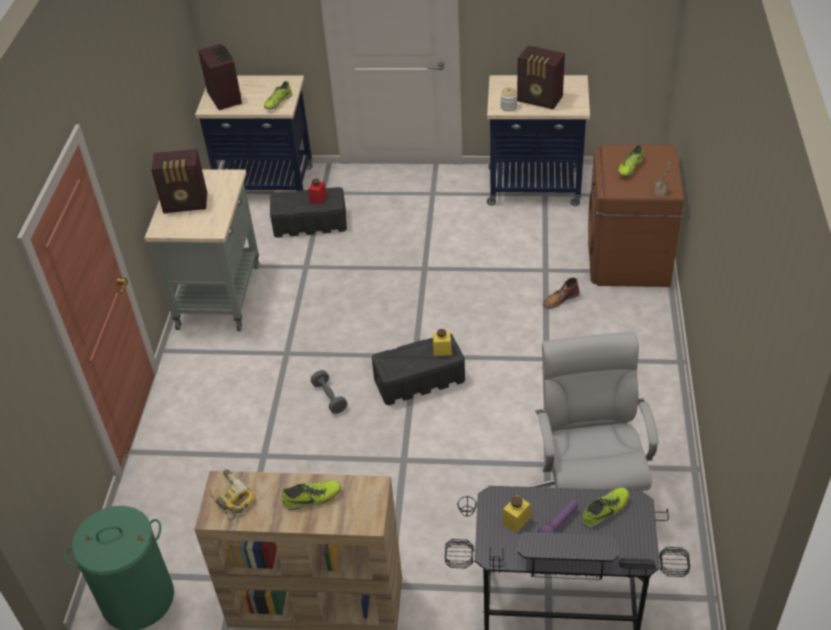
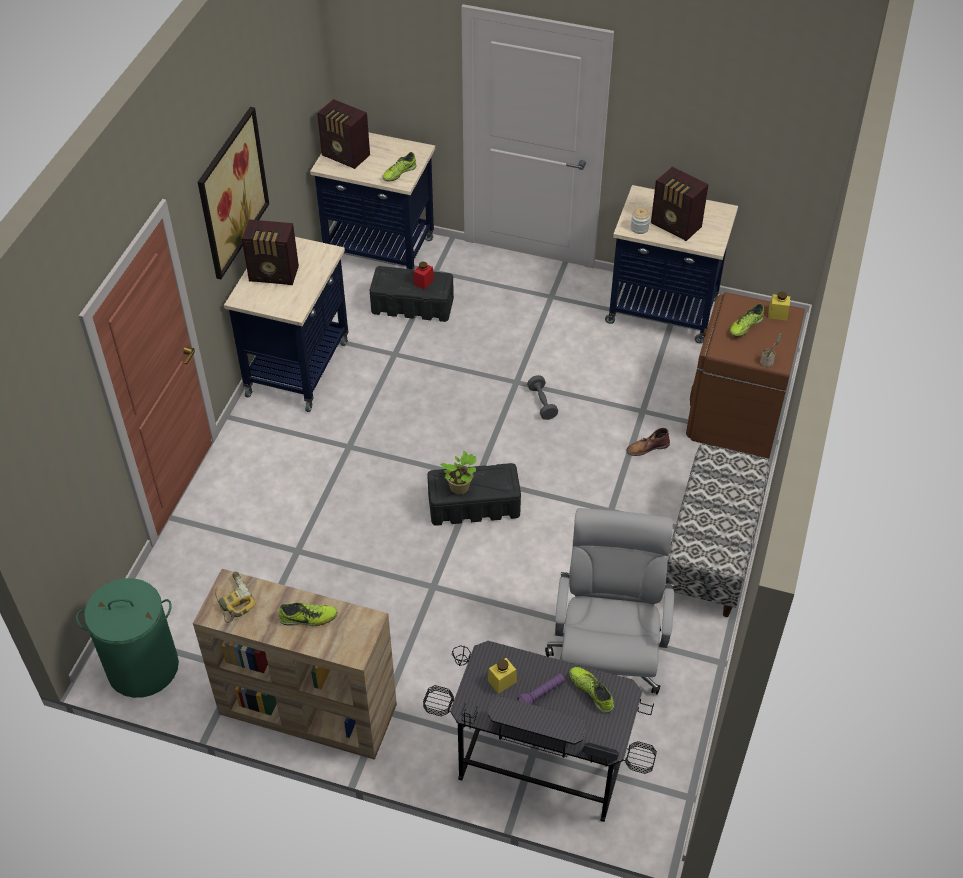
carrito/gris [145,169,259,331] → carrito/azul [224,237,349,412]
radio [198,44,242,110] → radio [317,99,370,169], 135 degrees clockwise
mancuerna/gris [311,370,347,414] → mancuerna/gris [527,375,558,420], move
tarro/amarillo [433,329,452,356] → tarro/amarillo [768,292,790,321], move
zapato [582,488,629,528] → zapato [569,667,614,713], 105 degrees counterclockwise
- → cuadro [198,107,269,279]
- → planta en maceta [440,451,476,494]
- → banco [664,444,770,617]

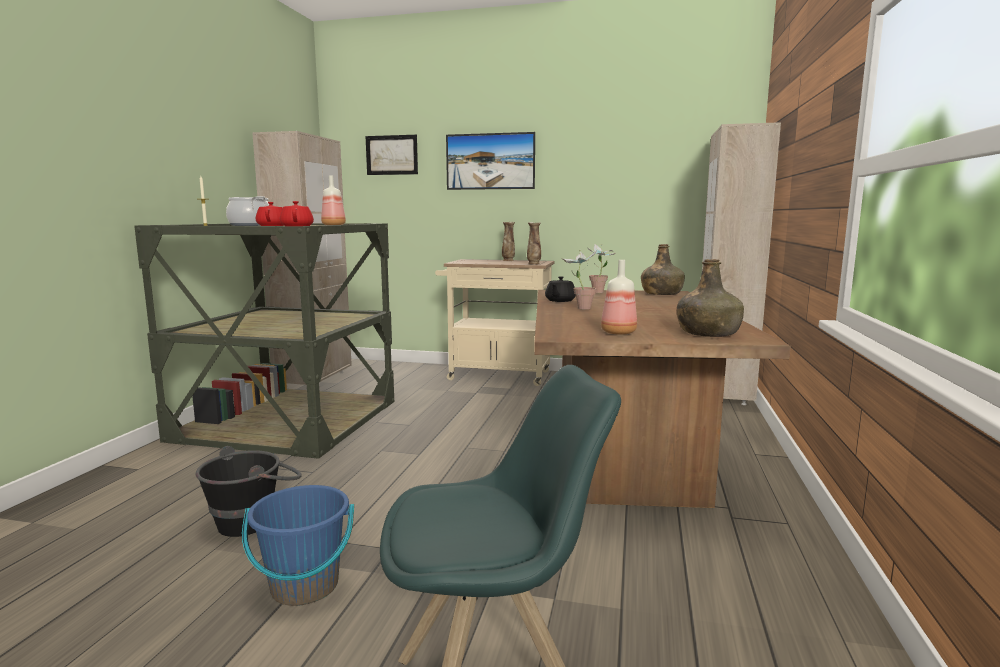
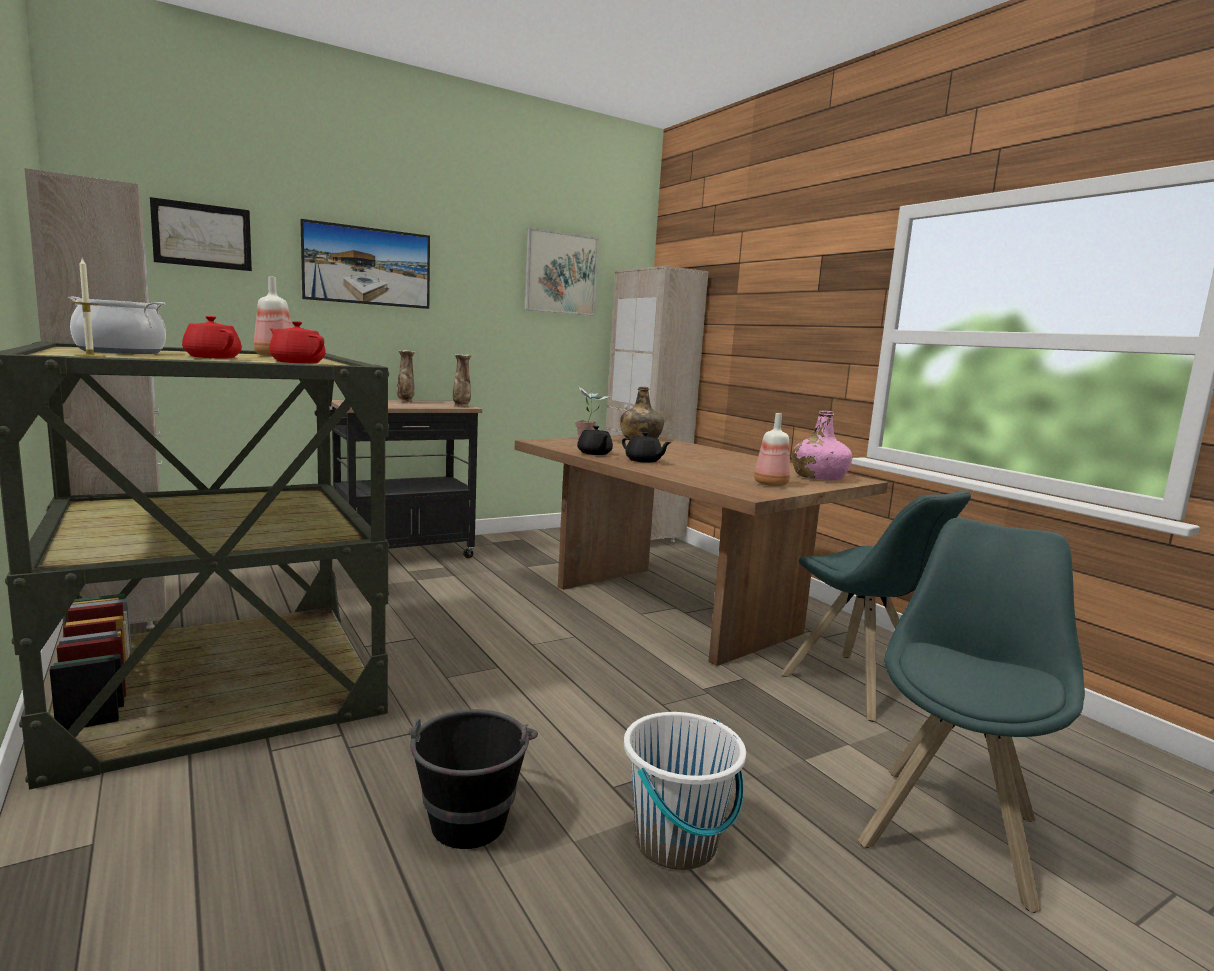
cubo/azul [242,485,354,606] → cubo/blanco [624,712,746,870]
carrito/beis [435,259,555,386] → carrito/negro [314,400,482,558]
planta en maceta [561,250,596,309] → tetera/negro [622,432,672,463]
botella/verde [677,259,744,337] → botella/rosa [792,411,852,480]
- → cuadro [525,228,598,315]
- → silla/turquesa [782,490,971,722]

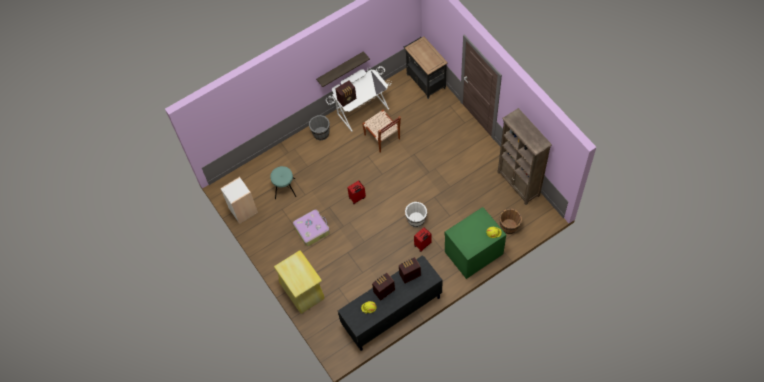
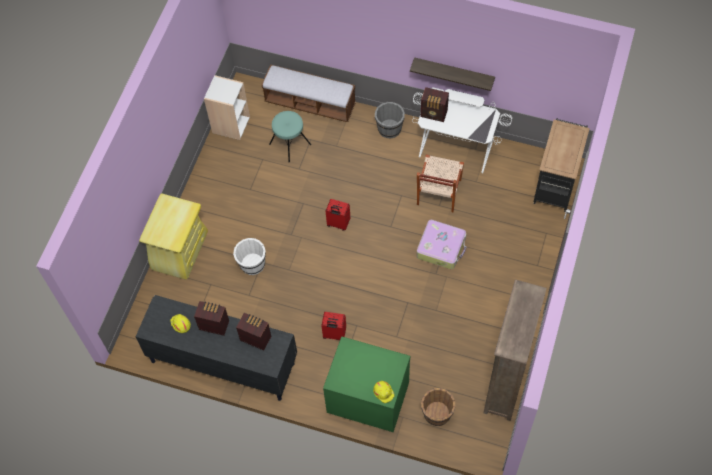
maleta [293,210,330,246] → maleta [417,220,467,269], move
cubo/blanco [405,202,427,227] → cubo/blanco [233,238,266,275], move
- → banco [262,64,356,122]

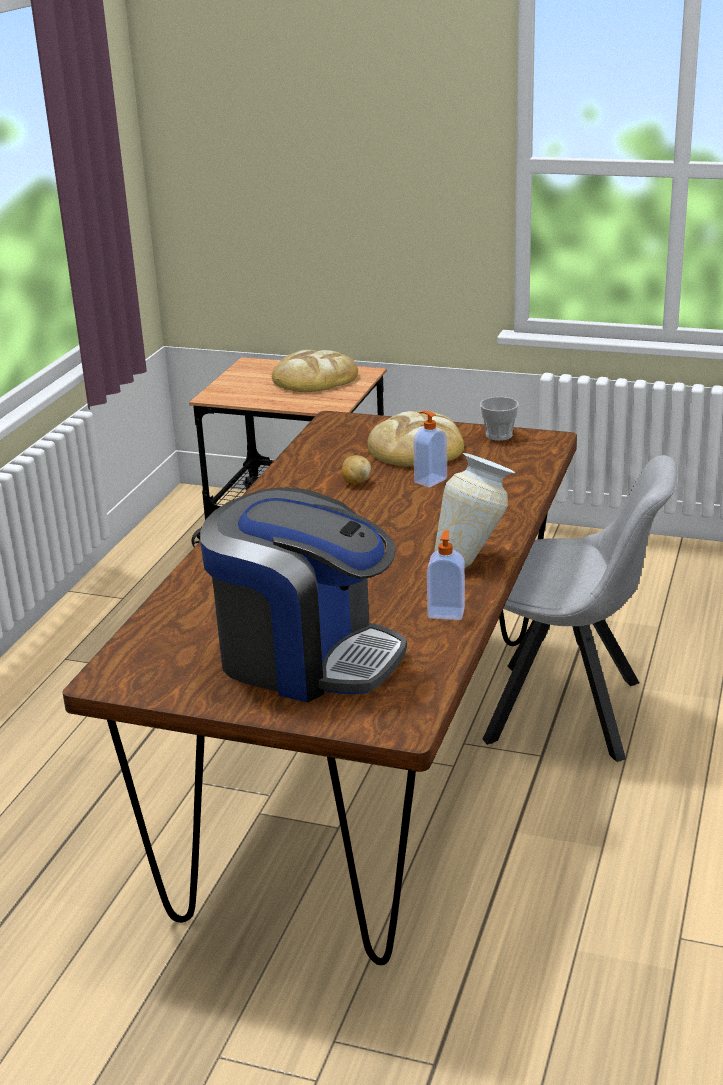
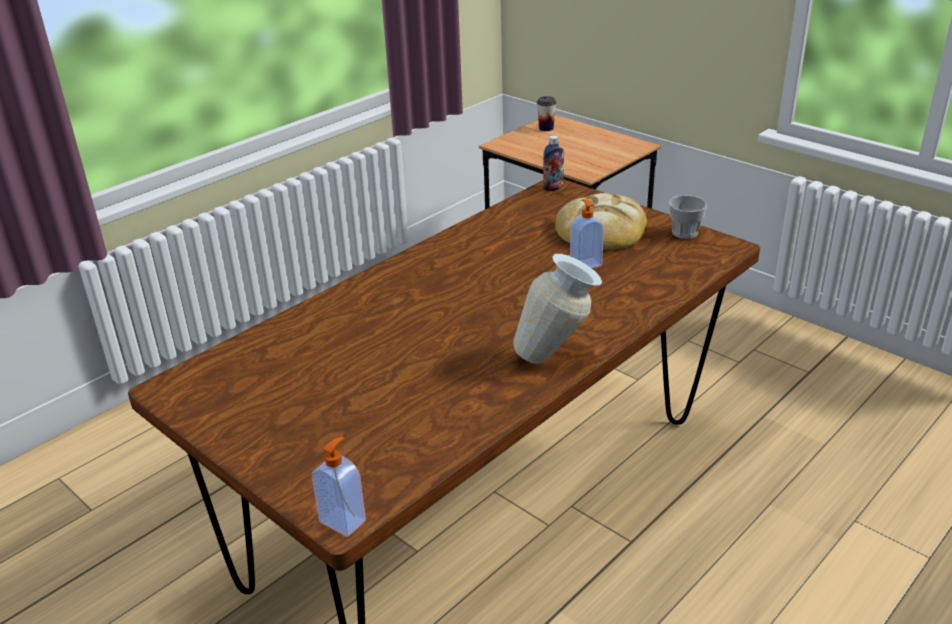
cafetera [200,487,407,703] → -
pan [272,350,358,392] → -
patata [342,455,371,484] → -
dispensador de jabón [427,530,465,620] → dispensador de jabón [312,437,366,537], move
silla/gris [483,455,677,762] → -
- → taza [537,96,556,131]
- → botella [543,136,564,191]

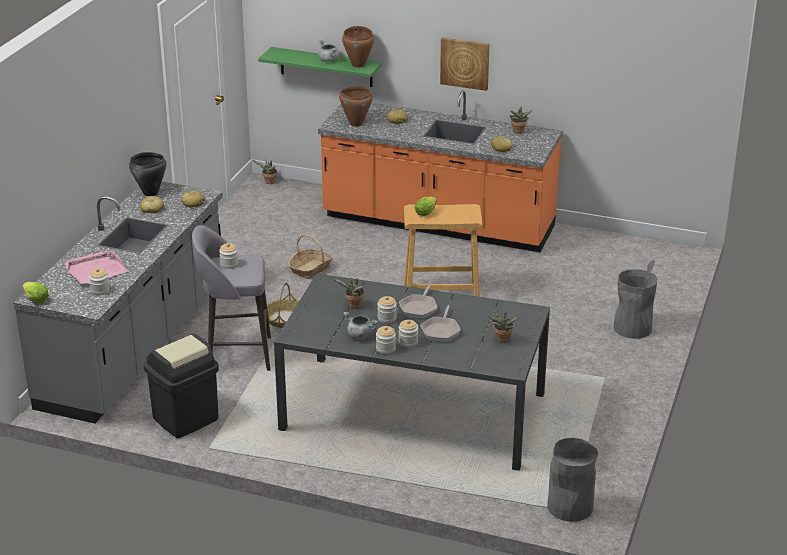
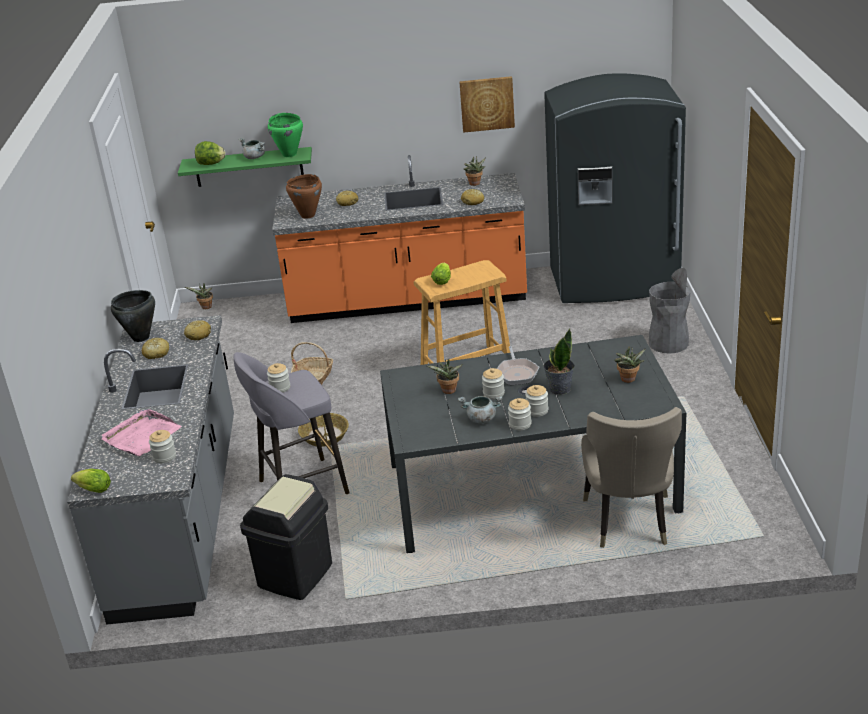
olla/marrón [342,26,374,67] → olla/verde [268,113,303,157]
sartén [420,305,461,342] → planta en maceta [544,329,575,395]
cuadro [440,37,489,91] → cuadro [459,76,515,133], move
papelera/gris [547,437,598,522] → -
- → lechuga [195,141,226,165]
- → nevera/gris [544,73,686,303]
- → silla/beis [581,407,682,548]

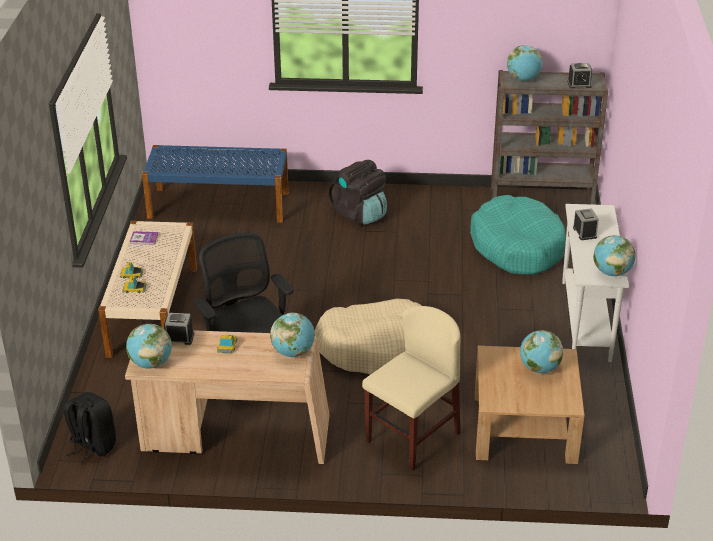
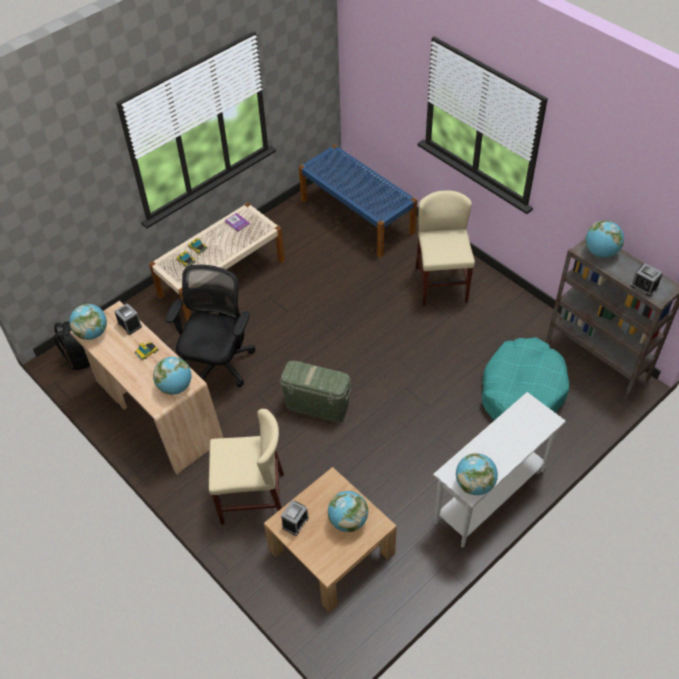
cama para perro/beis [315,299,422,374] → caja de almacenaje/verde [279,361,352,422]
mochila/negro [329,160,387,225] → silla/beis [416,190,475,306]
despertador [573,208,599,240] → despertador [281,500,309,536], move

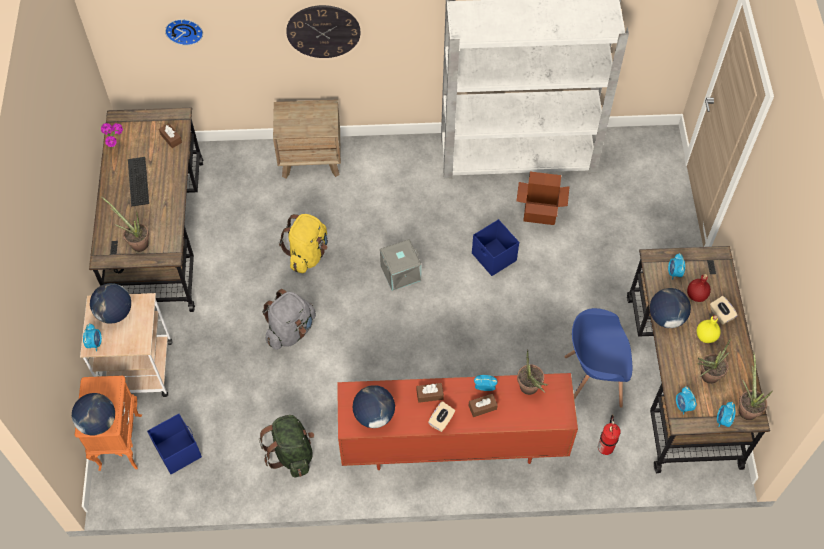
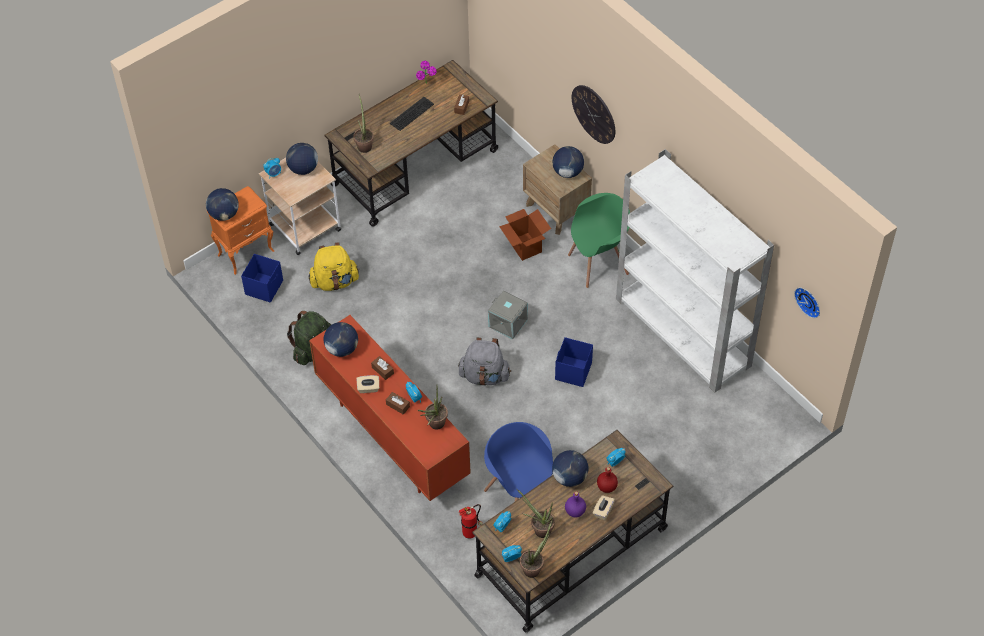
reloj de pared [165,19,203,45] → reloj de pared [794,287,820,318], move
mochila/gris [262,289,316,350] → mochila/gris [458,338,511,386], move
mochila/amarillo [279,214,328,273] → mochila/amarillo [309,242,360,291], move
caja de cartón [517,172,570,225] → caja de cartón [499,209,551,261], move
botella/amarillo [697,315,721,343] → botella/morado [565,491,586,518]
- → globo terráqueo [552,146,584,178]
- → silla/verde [568,193,630,288]

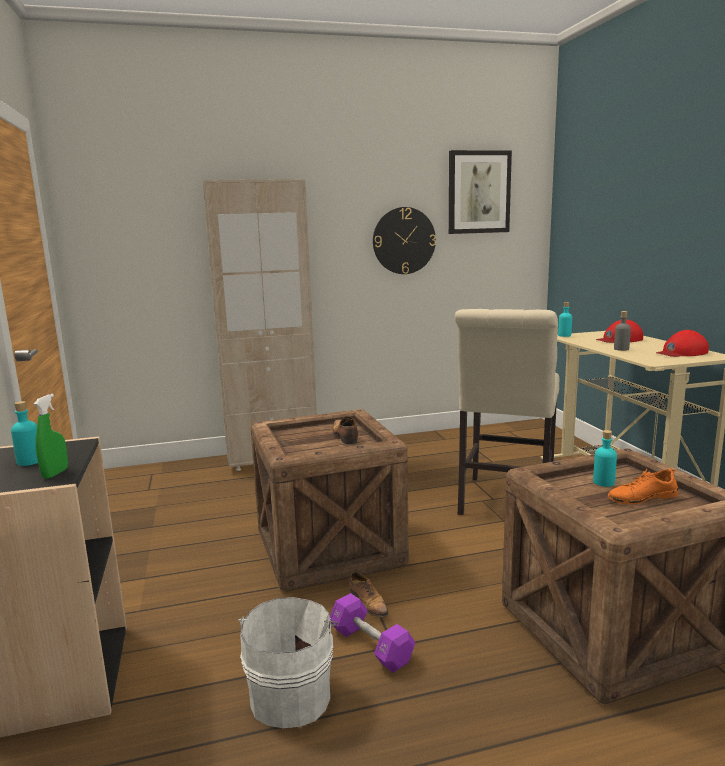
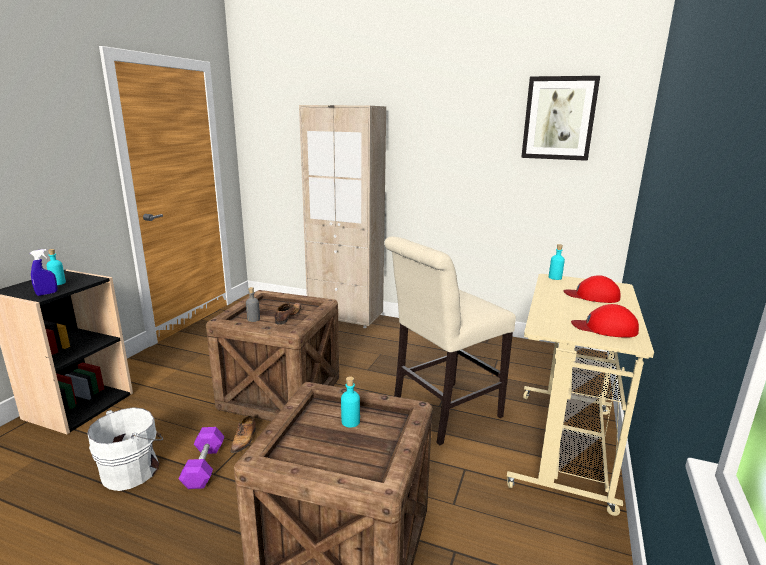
pulverizador/verde [34,394,68,479] → pulverizador/azul [30,249,57,296]
reloj de pared [373,207,436,274] → -
zapato/naranja [608,468,678,505] → -
botella/gris [614,311,631,351] → botella/gris [246,287,260,322], move

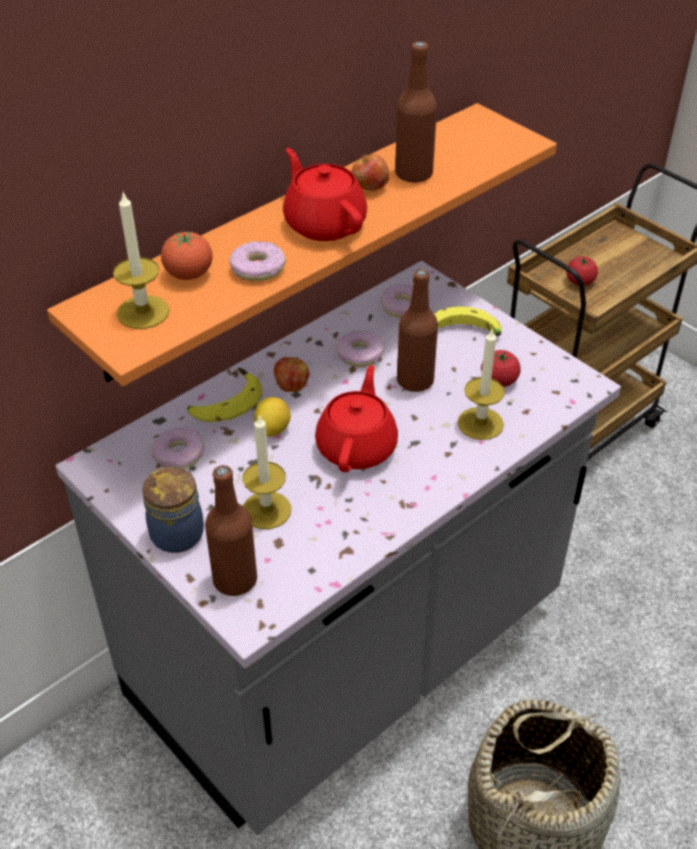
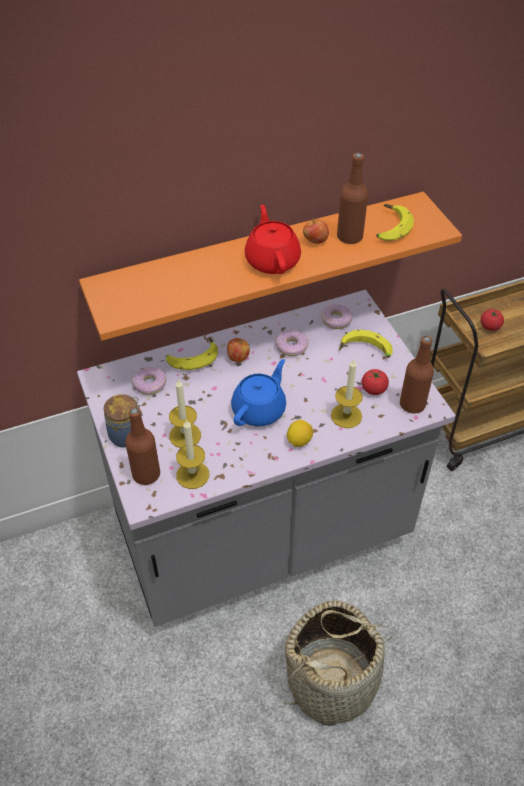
vela [113,192,170,329] → vela [176,419,209,489], move
tomate [161,232,213,280] → -
rosquilla [229,241,286,281] → -
limón [254,397,291,437] → limón [287,420,313,447], move
tetera/rojo [315,365,398,472] → tetera/azul [231,359,286,426]
botella/marrón [397,269,438,392] → botella/marrón [400,336,434,414], move
- → plátano [376,204,414,241]

